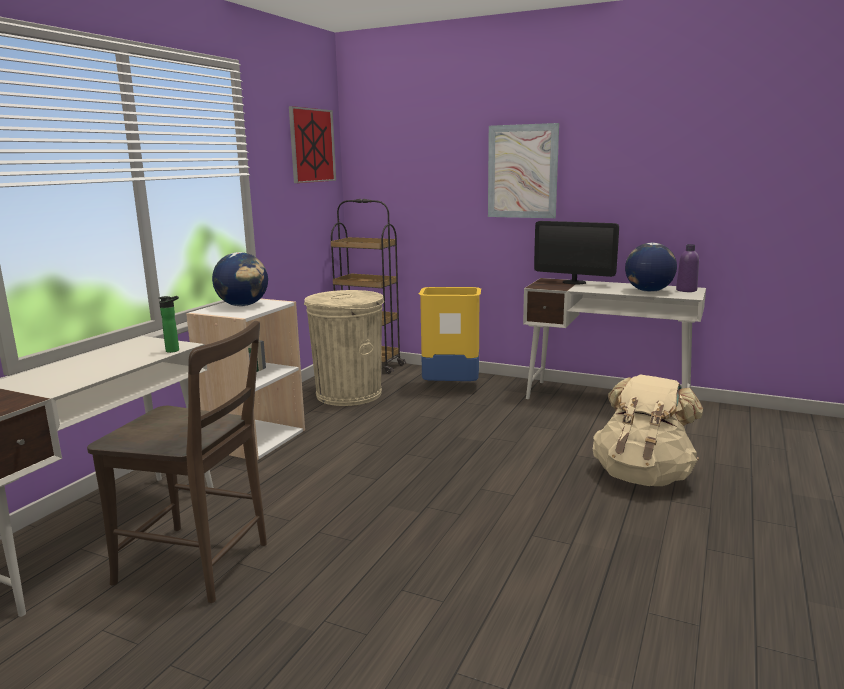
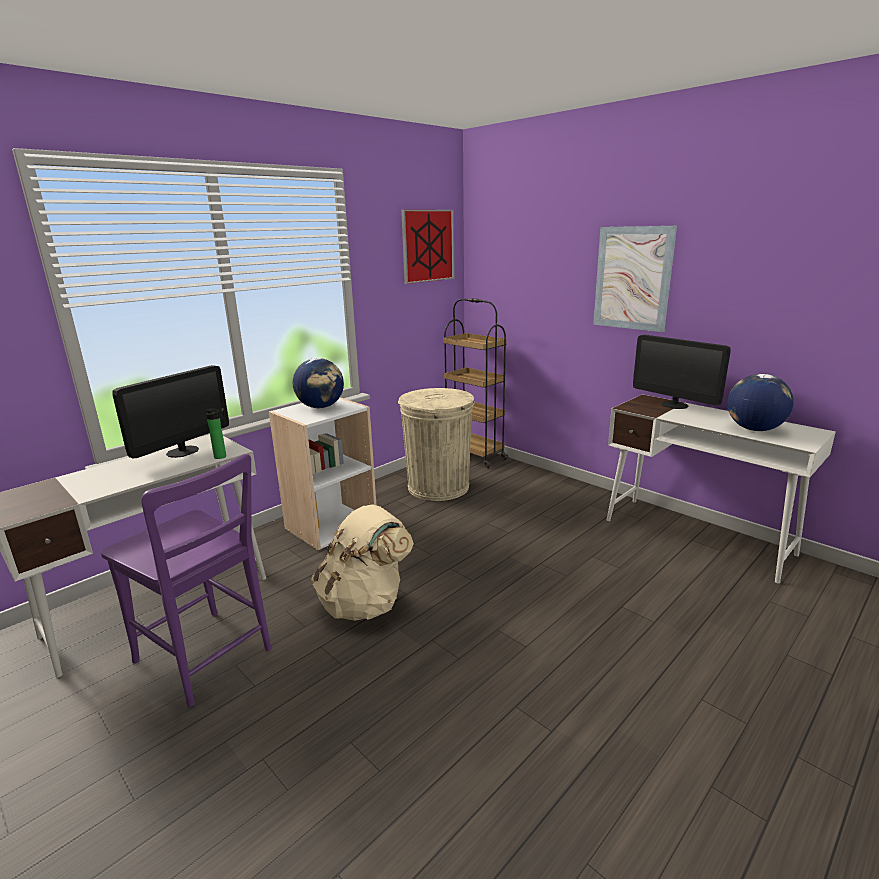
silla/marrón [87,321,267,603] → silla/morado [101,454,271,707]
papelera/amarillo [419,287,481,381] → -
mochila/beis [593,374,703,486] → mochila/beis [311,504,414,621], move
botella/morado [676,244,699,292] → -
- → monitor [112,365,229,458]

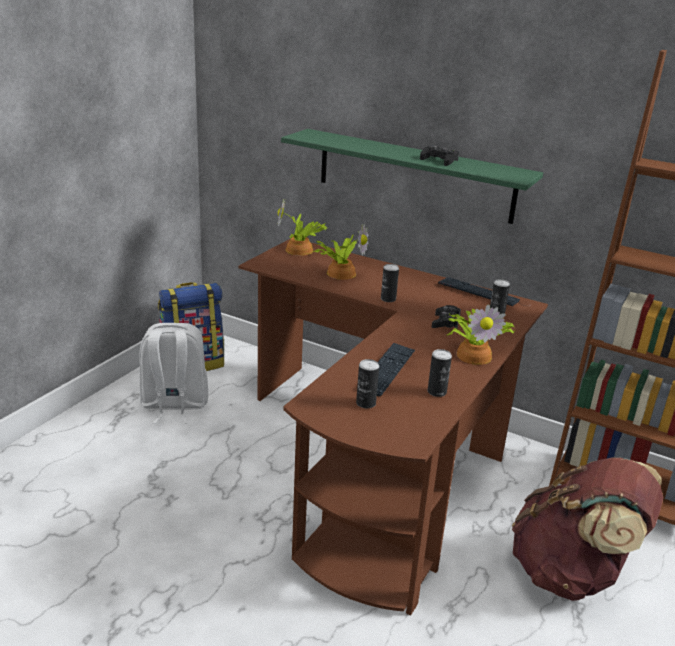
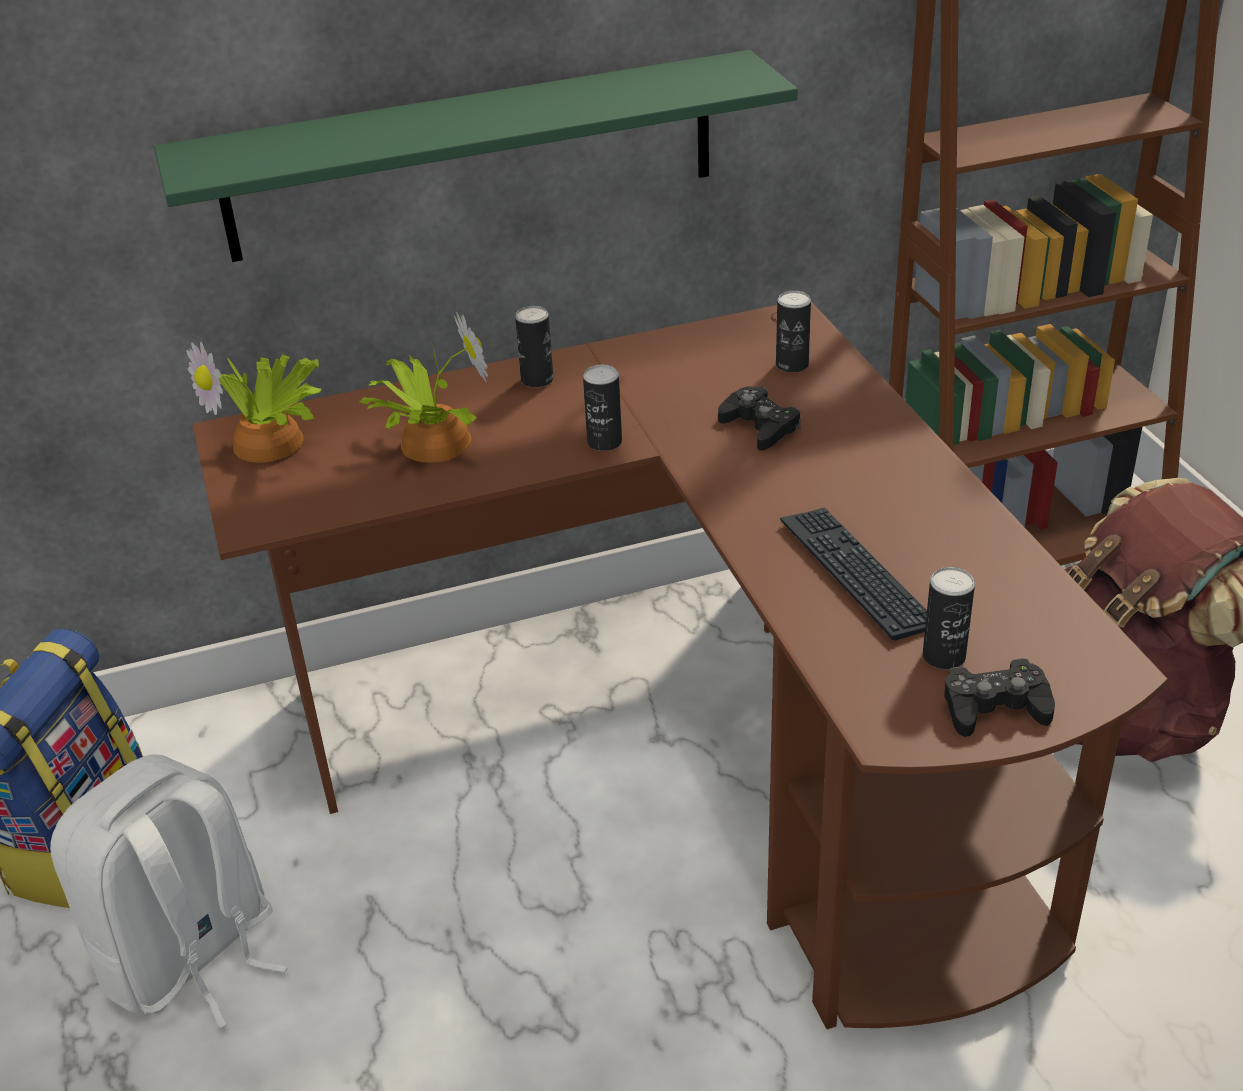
mando de consola/negro [420,145,459,166] → mando de consola/negro [944,658,1055,737], move
lata [428,349,452,397] → lata [515,306,554,388], move
teclado [438,277,520,306] → -
planta en maceta [447,304,516,365] → -

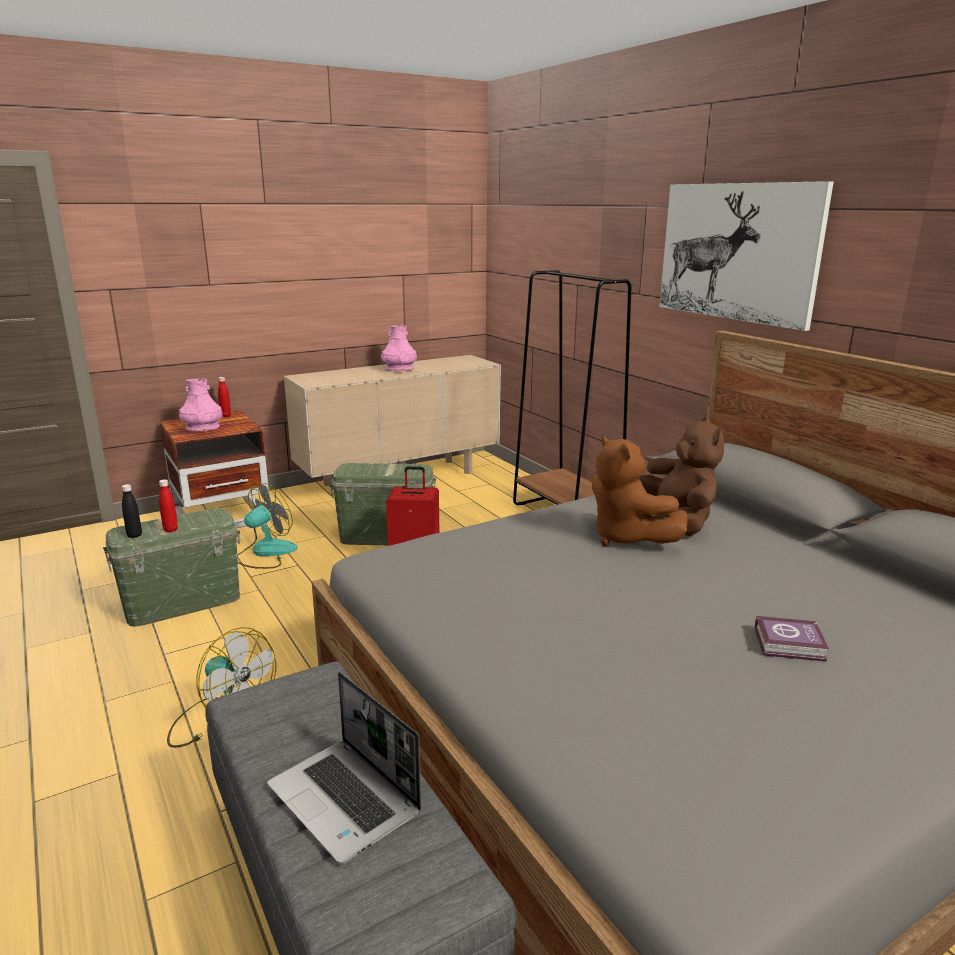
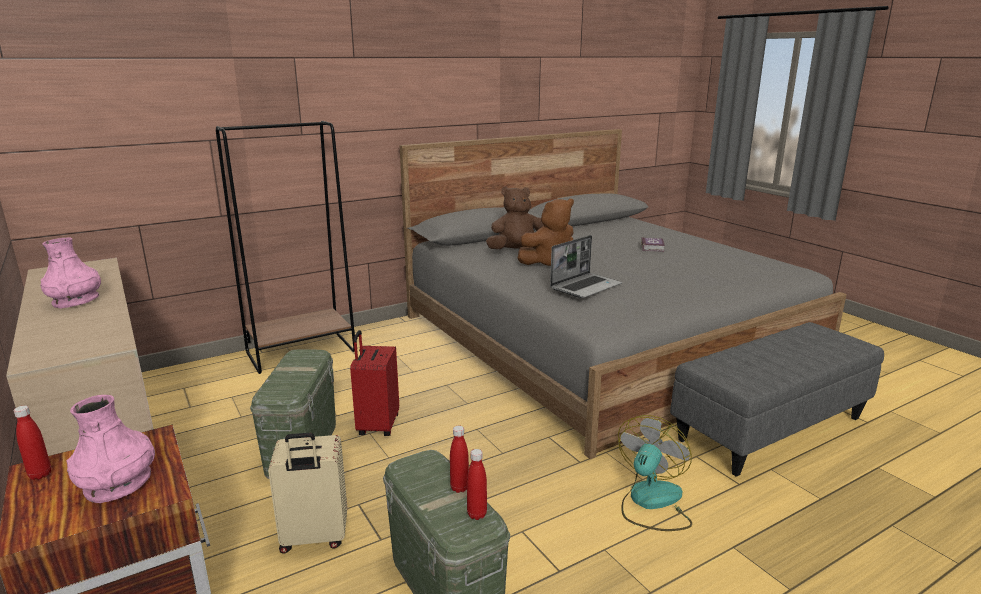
botella/negro [122,484,142,538] → botella/rojo [467,449,487,520]
ventilador [237,483,298,569] → maleta/beis [268,433,347,554]
portátil [267,672,422,864] → portátil [550,235,622,298], move
cuadro [659,181,834,331] → -

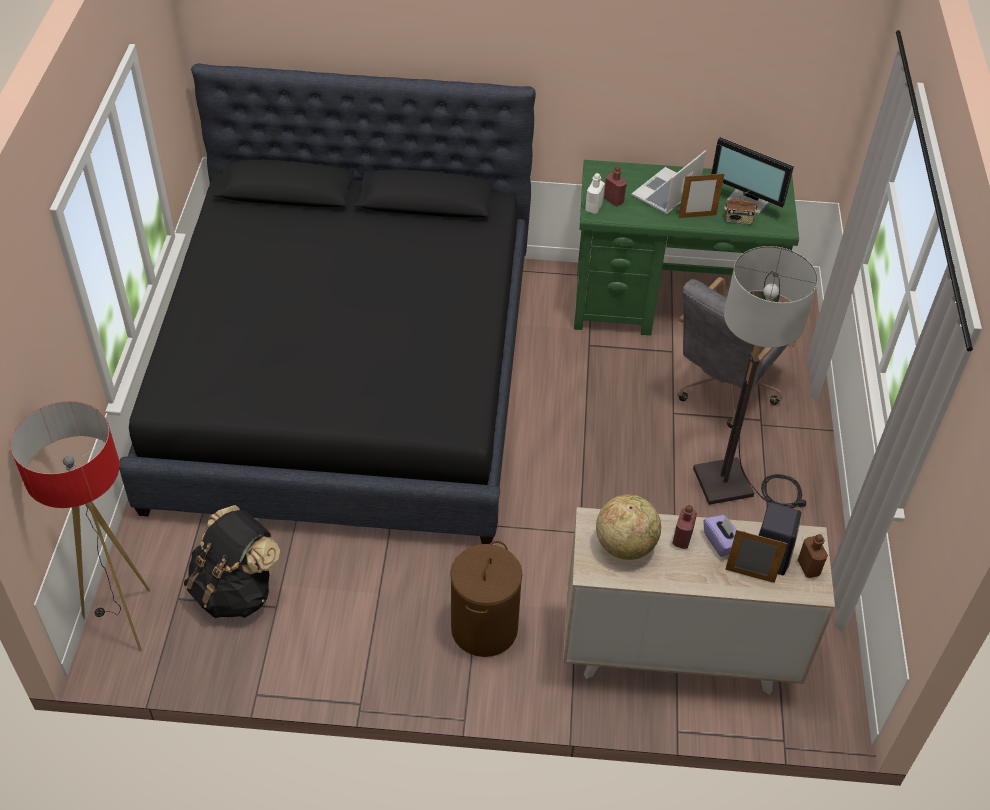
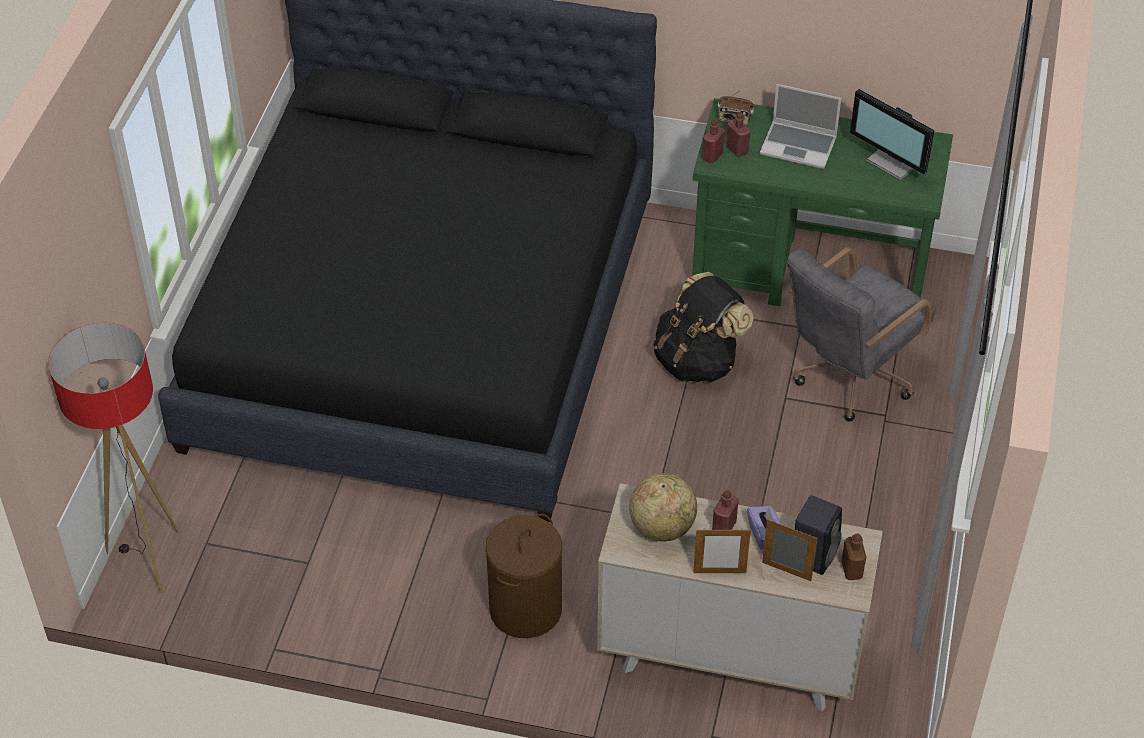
mochila/negro [184,505,280,618] → mochila/negro [653,272,754,382], move
botella/blanco [585,173,605,214] → botella/rojo [702,119,725,163]
portátil [631,150,706,214] → portátil [760,84,841,169], 120 degrees counterclockwise
portarretratos [678,172,724,218] → portarretratos [693,528,751,573], move
lámpara de pie [693,246,818,508] → -
radio [724,191,758,224] → radio [717,88,754,125], move

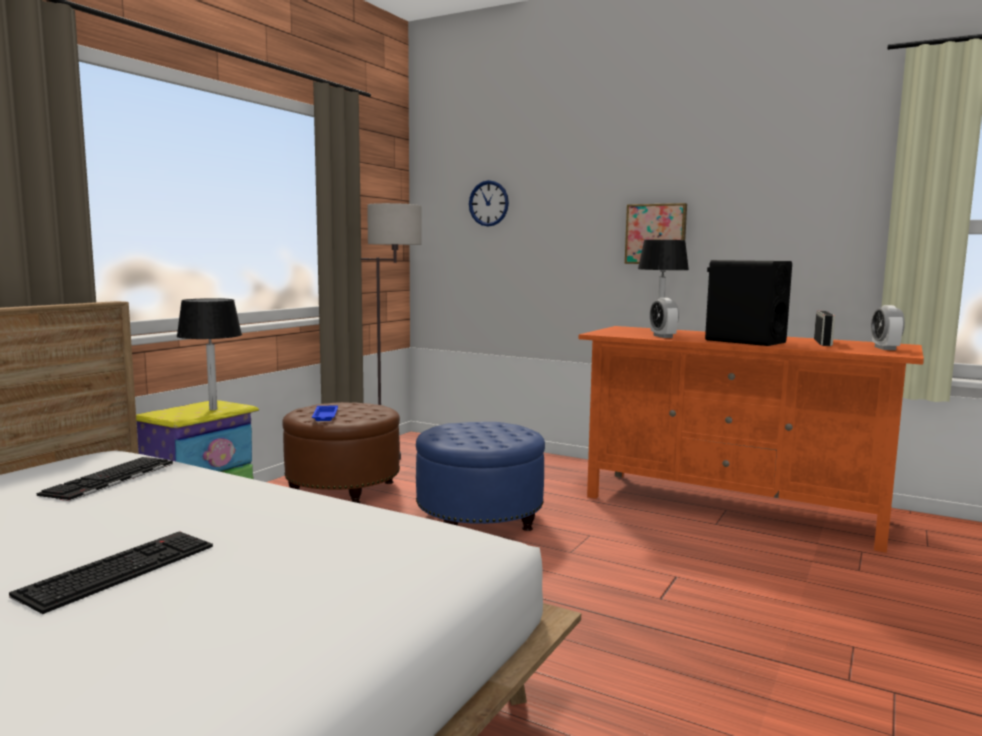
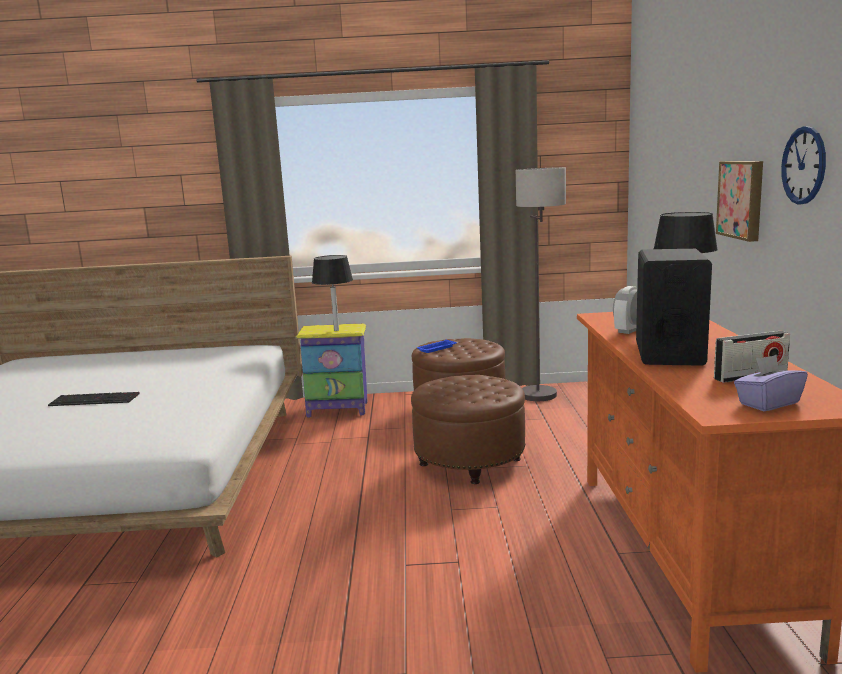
teclado [36,457,173,501] → -
puf/azul [416,422,545,531] → puf/marrón [411,375,525,484]
reloj de pared [469,180,509,226] → reloj de pared [781,126,826,205], move
despertador [871,305,905,350] → caja de pañuelos/morado [734,355,808,411]

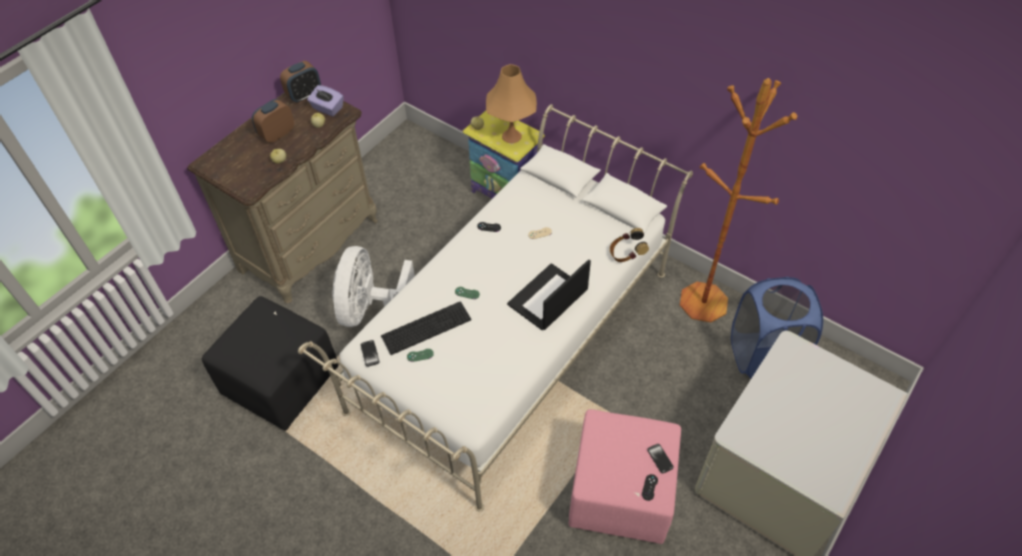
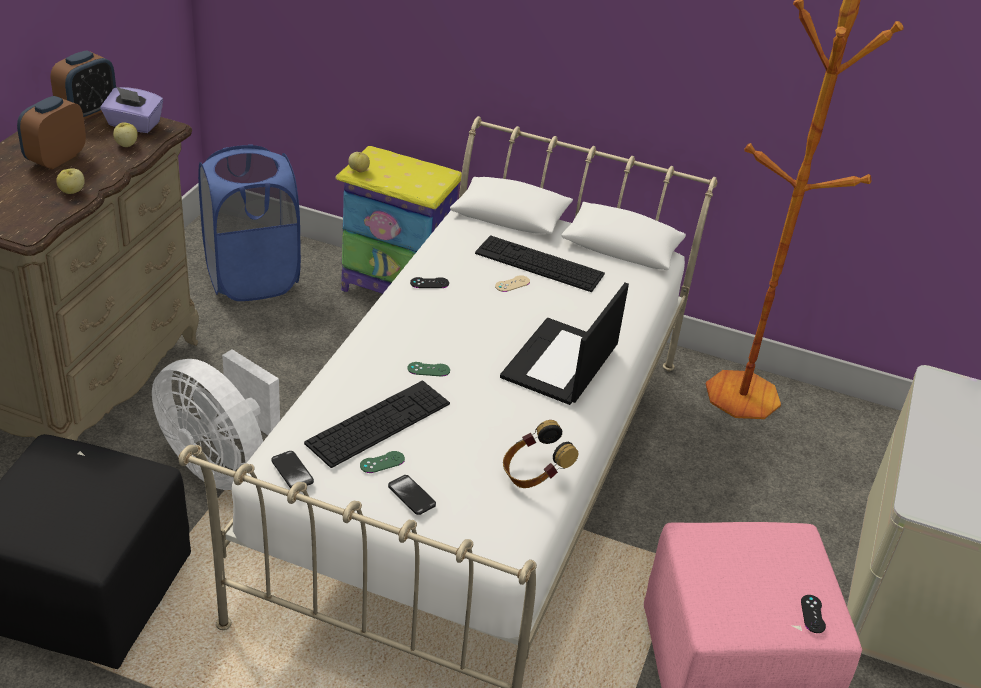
ventilador/blanco [332,246,415,327] → ventilador/blanco [152,349,280,490], 45 degrees counterclockwise
lámpara de mesa/naranja [486,64,537,143] → -
auriculares [610,228,649,262] → auriculares [503,420,579,488], move
móvil [647,444,674,473] → móvil [388,475,436,515], move
cesto de la ropa/azul [731,277,823,378] → cesto de la ropa/azul [198,144,301,301], move
- → teclado [475,235,605,292]

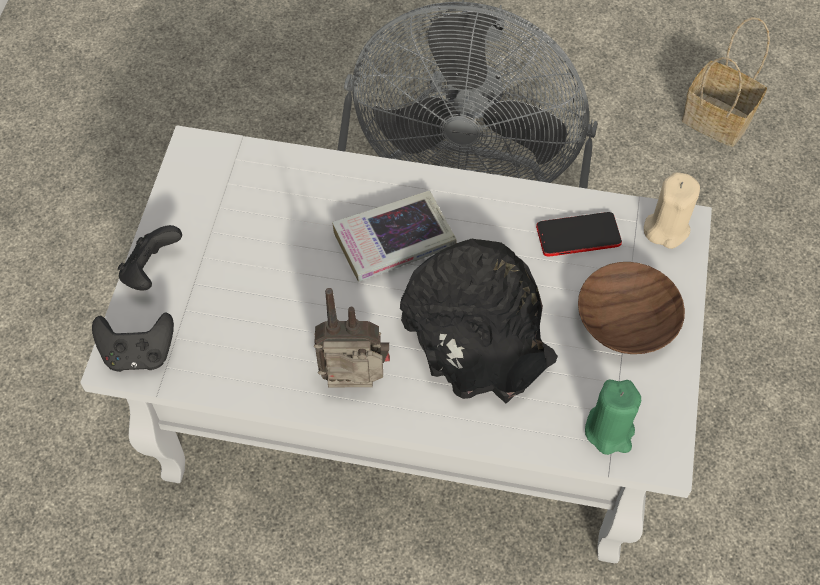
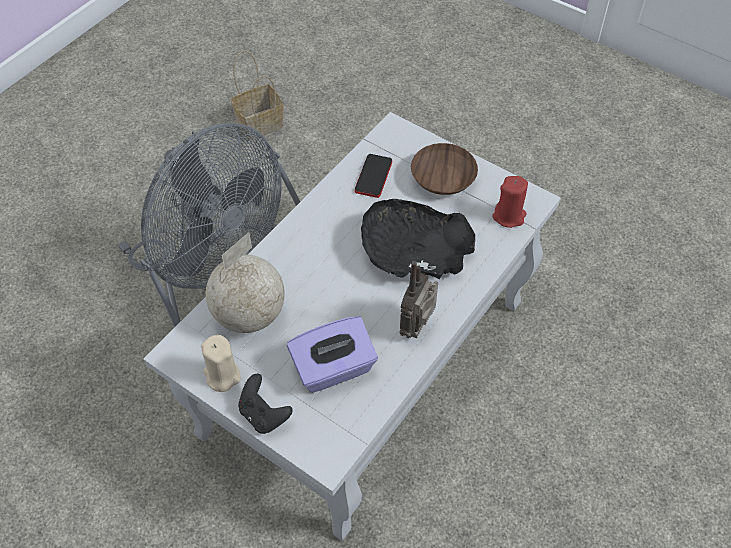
mando de consola/negro [92,312,174,372] → -
libro [332,190,456,282] → -
vela/verde [585,380,641,455] → vela/rojo [492,176,528,228]
vela/beis [644,172,700,249] → vela/beis [201,335,241,392], move
- → globo terráqueo [206,232,285,333]
- → caja de pañuelos/morado [287,316,378,393]

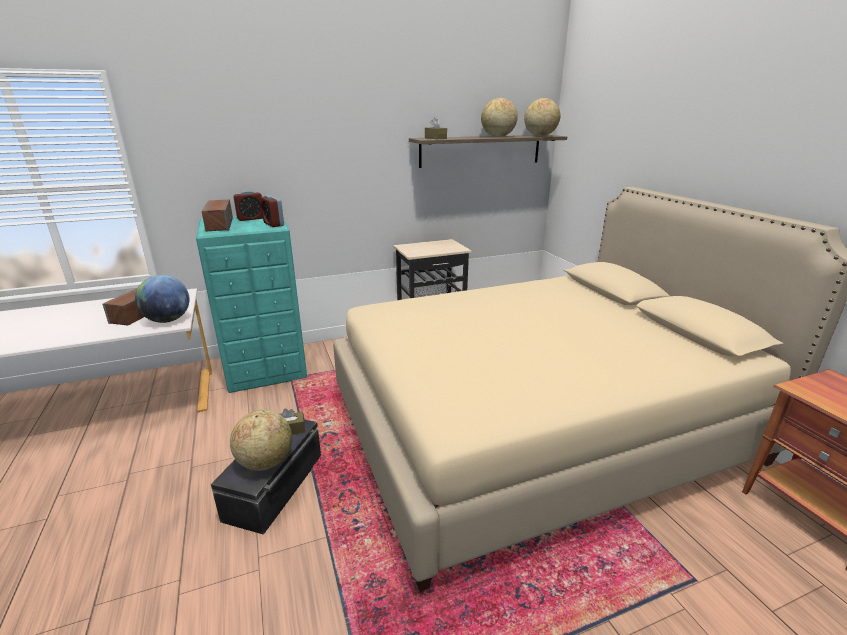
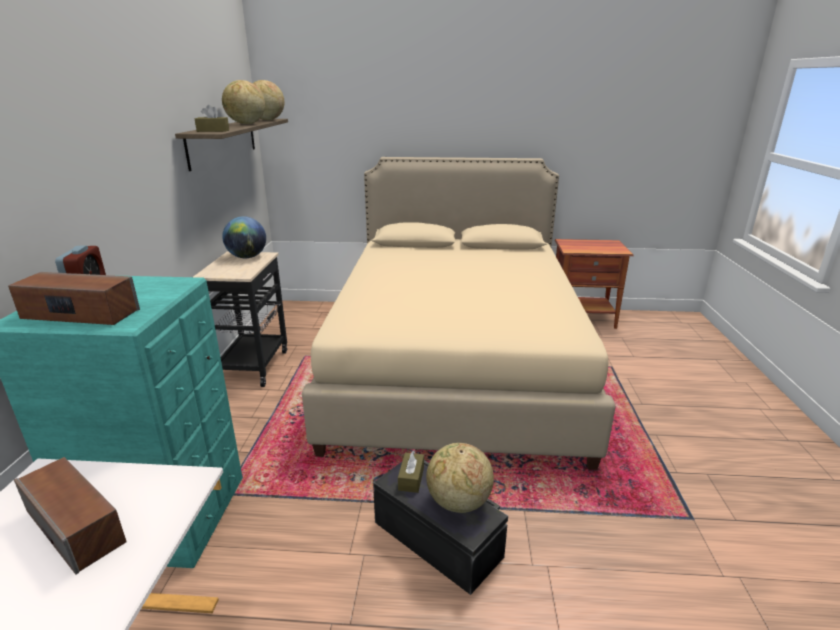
globo terráqueo [135,275,190,323] → globo terráqueo [222,216,266,258], move
despertador [260,195,284,227] → -

